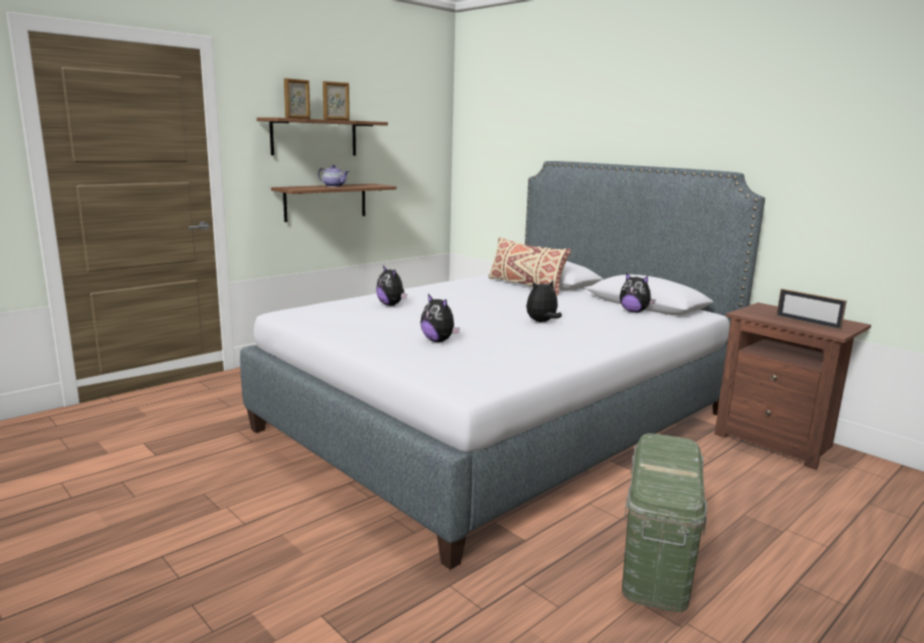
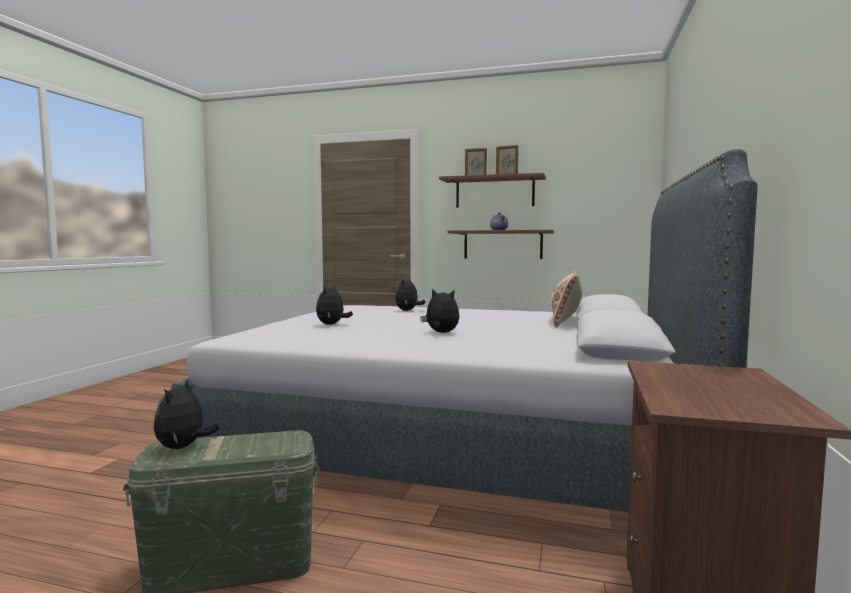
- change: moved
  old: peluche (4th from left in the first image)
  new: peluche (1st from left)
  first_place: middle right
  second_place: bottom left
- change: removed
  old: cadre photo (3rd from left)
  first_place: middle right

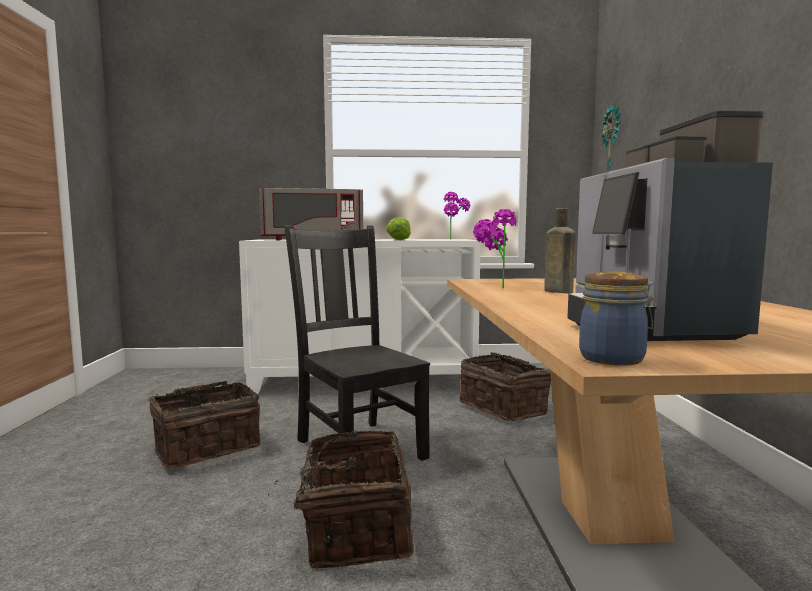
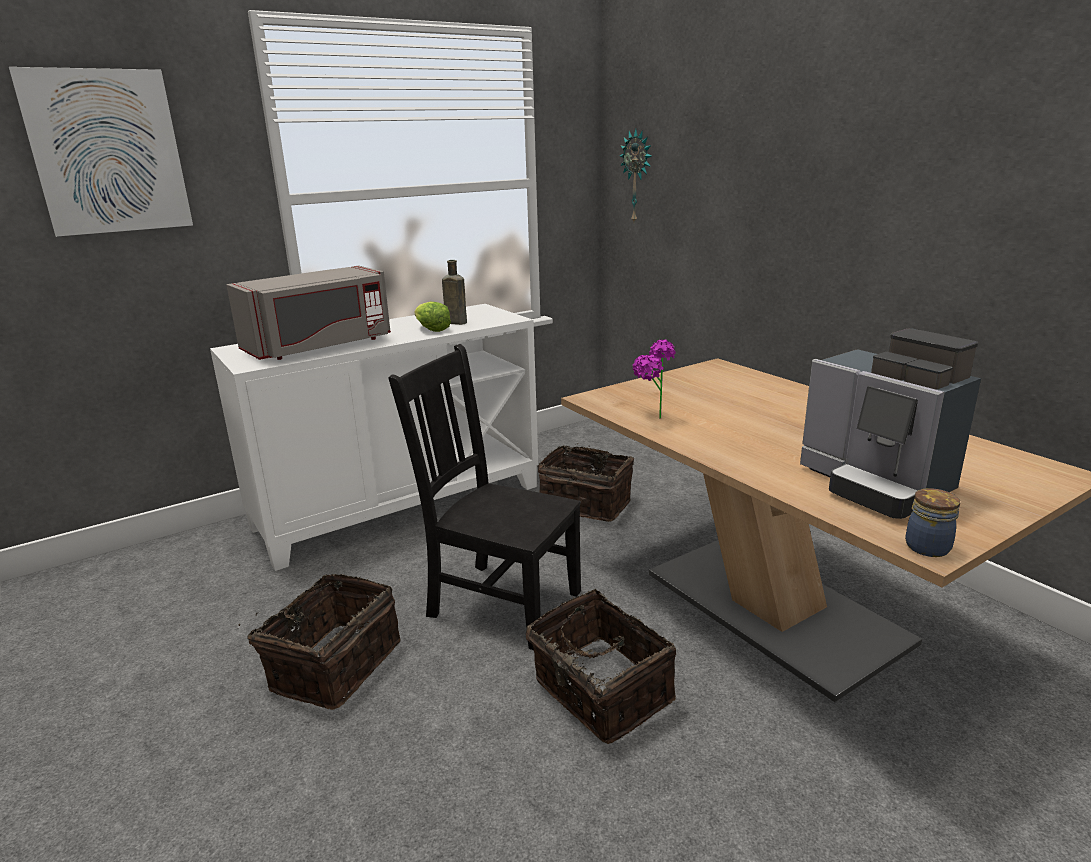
- change: removed
  old: plante en pot (1st from left)
  first_place: centre
- change: moved
  old: bouteille (marron)
  first_place: middle right
  second_place: centre
- change: added
  new: tableau
  second_place: top left

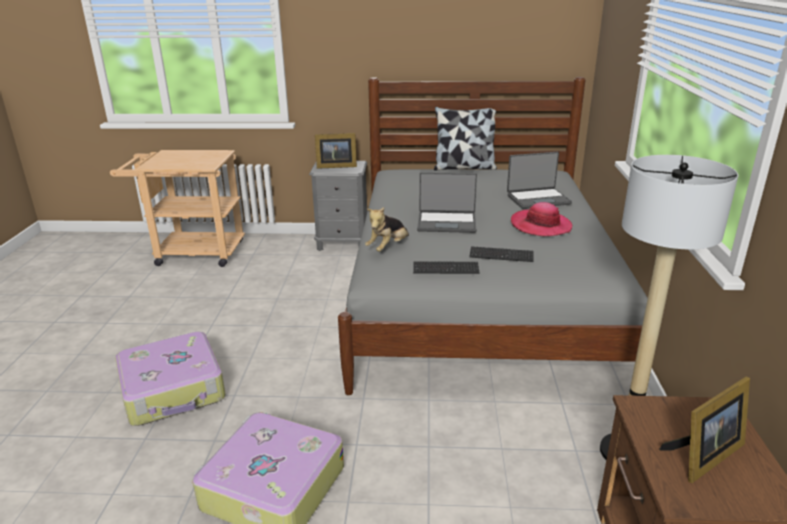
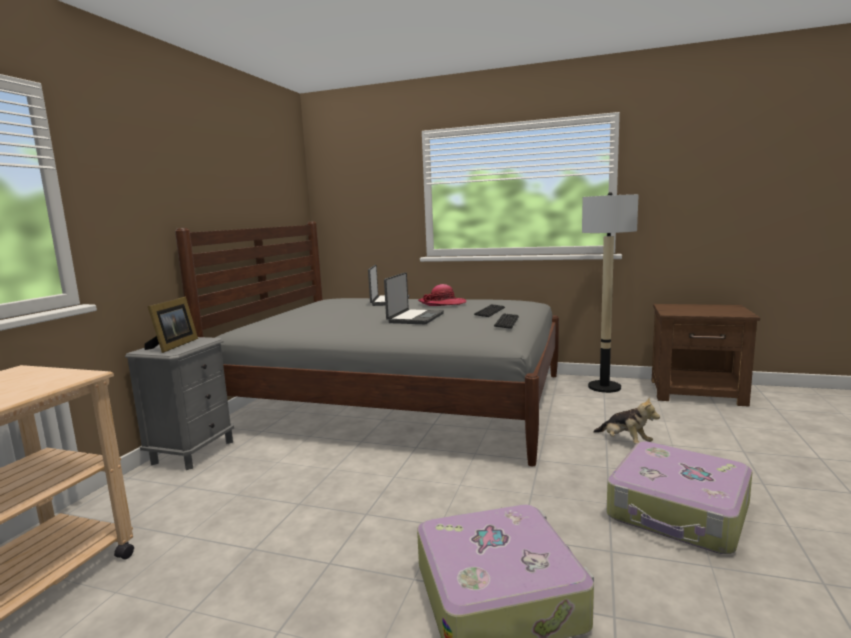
- change: removed
  old: coussin
  first_place: top centre
- change: moved
  old: peluche
  first_place: centre
  second_place: middle right
- change: removed
  old: cadre photo (2nd from left)
  first_place: bottom right

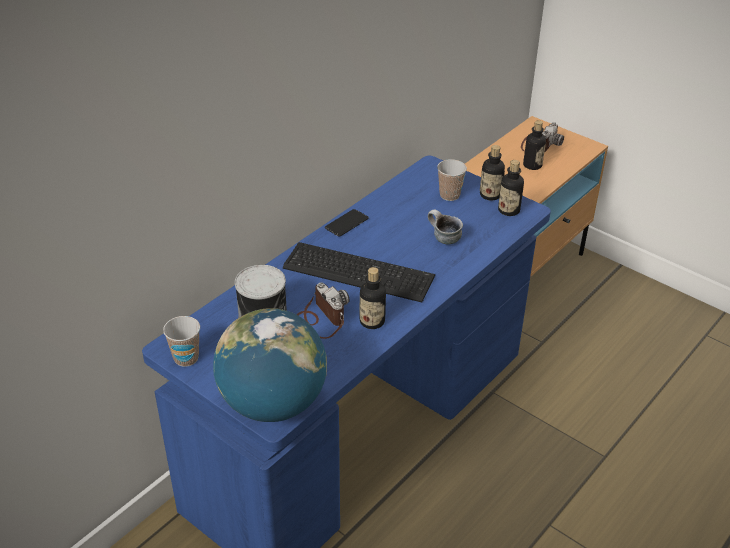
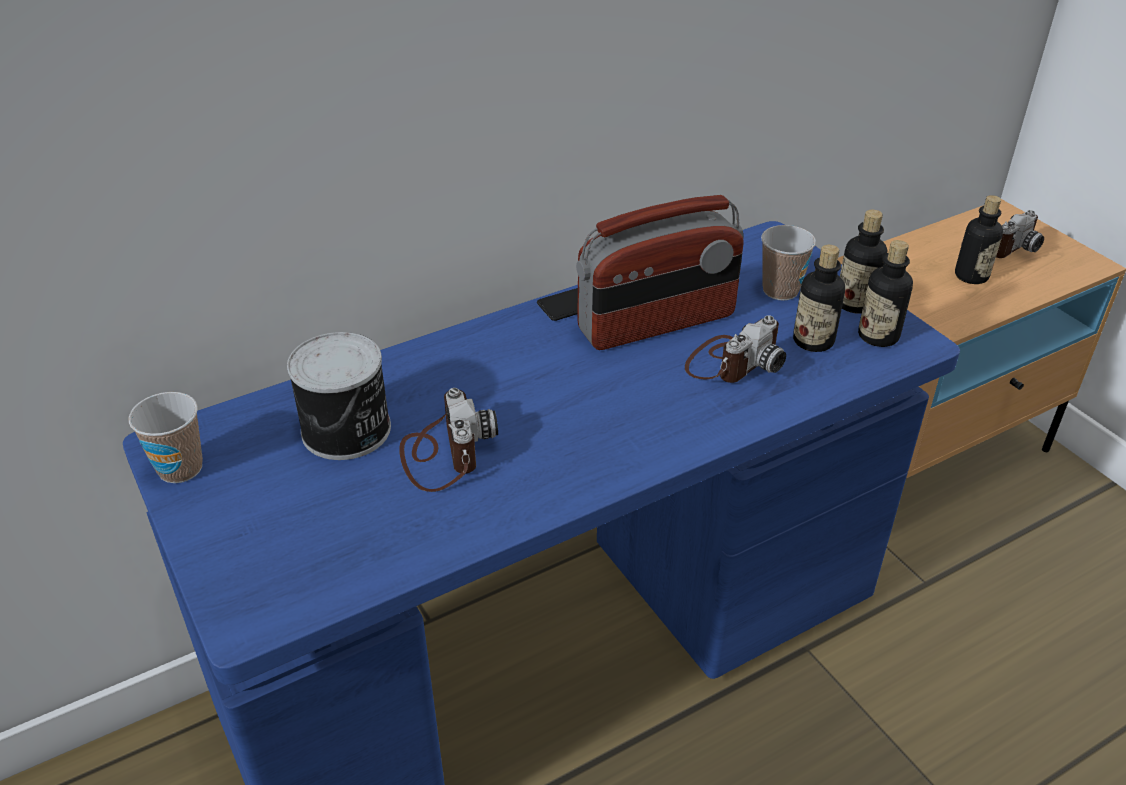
- change: replaced
  old: mug
  new: appareil photo (2nd from left)
  first_place: centre
  second_place: centre
- change: removed
  old: clavier
  first_place: centre
- change: moved
  old: bouteille (1st from left)
  first_place: centre
  second_place: middle right
- change: removed
  old: globe
  first_place: centre
- change: added
  new: radio
  second_place: centre

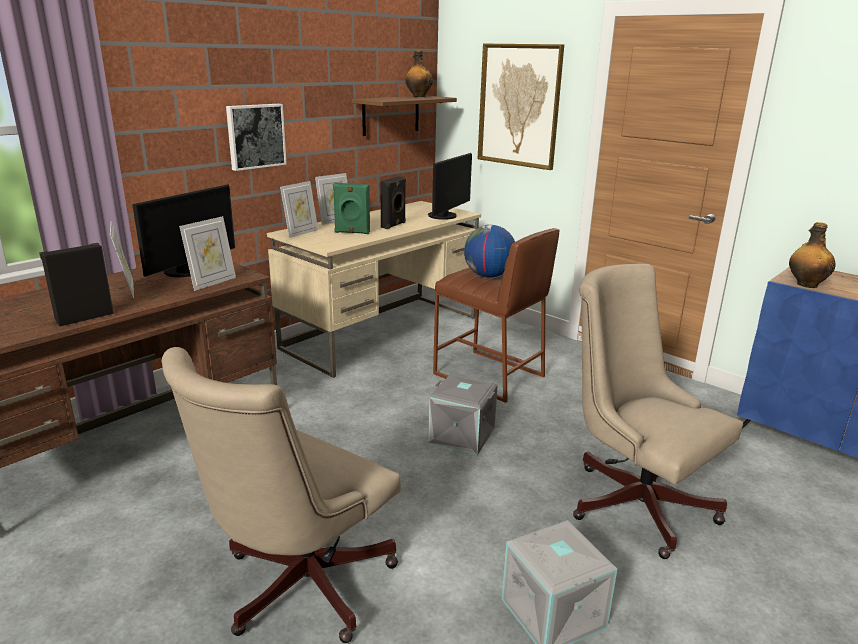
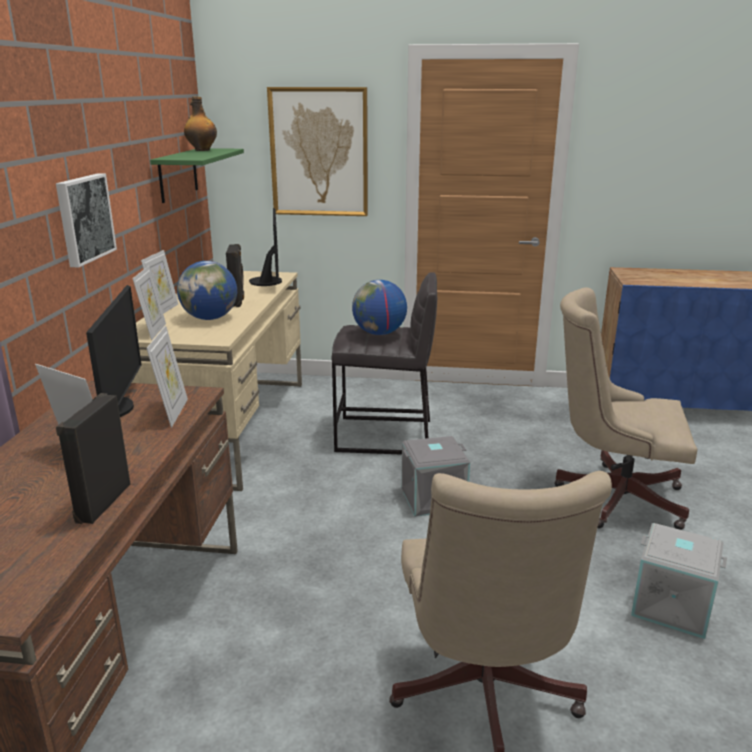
- change: recoloured
  old: étagère (marron)
  new: étagère (vert)
  first_place: top centre
  second_place: top left
- change: replaced
  old: enceinte (vert)
  new: globe (1st from left)
  first_place: top centre
  second_place: middle left
- change: removed
  old: bouteille (2nd from left)
  first_place: middle right
- change: recoloured
  old: tabouret (marron)
  new: tabouret (gris)
  first_place: centre
  second_place: centre

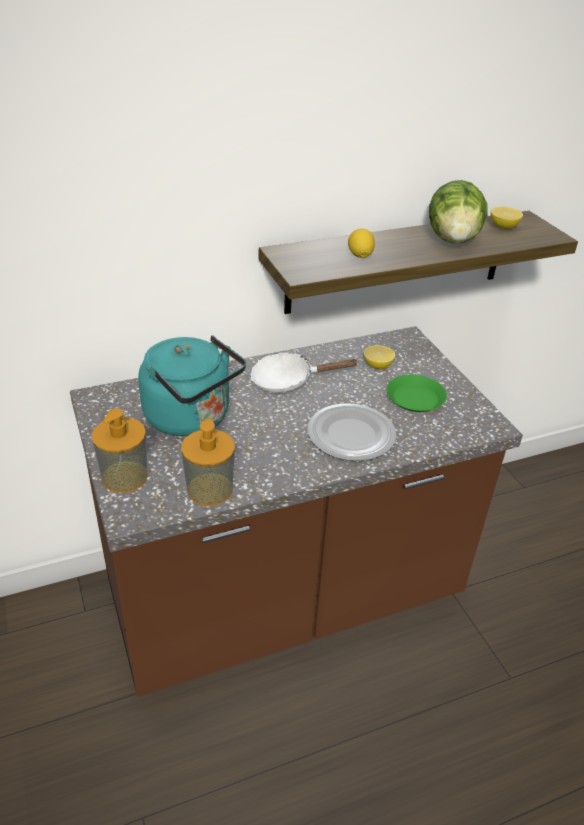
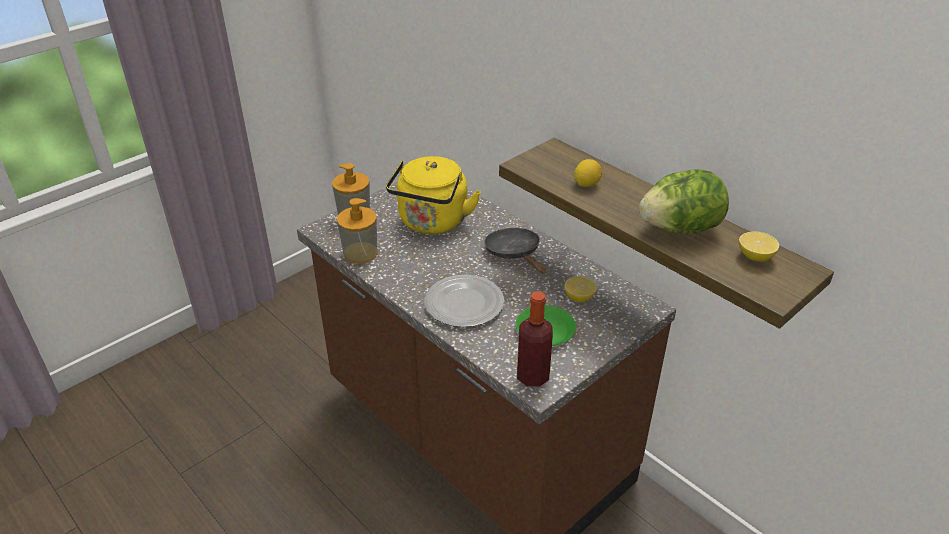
- change: recoloured
  old: bouilloire (turquoise)
  new: bouilloire (jaune)
  first_place: middle left
  second_place: centre
- change: recoloured
  old: poêle (blanc)
  new: poêle (noir)
  first_place: centre
  second_place: centre
- change: added
  new: bouteille
  second_place: centre

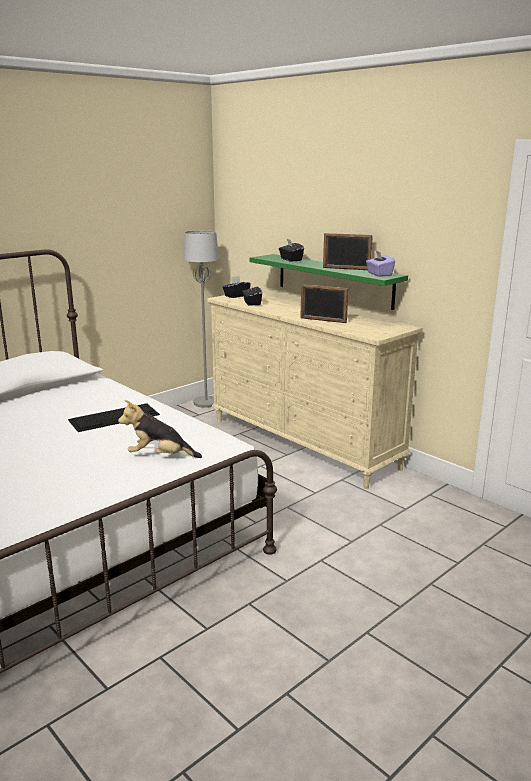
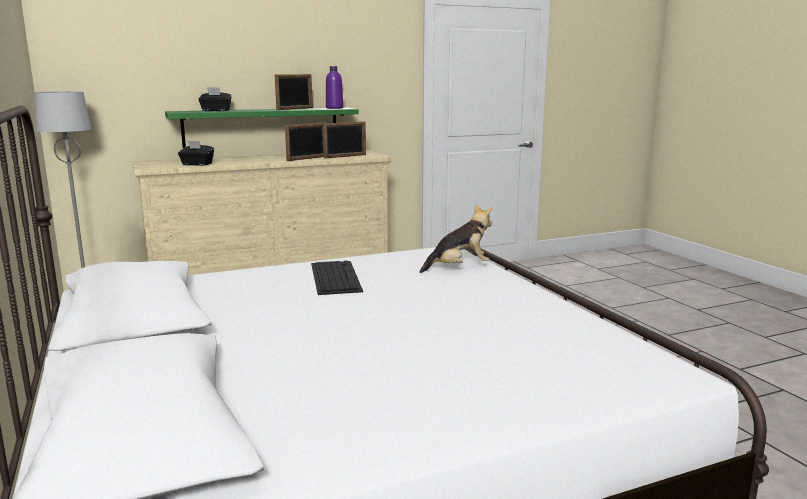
- change: replaced
  old: boîte à mouchoirs (violet)
  new: bouteille (violet)
  first_place: middle right
  second_place: top centre
- change: removed
  old: boîte à mouchoirs (noir) (1st from left)
  first_place: centre
- change: turned
  old: peluche
  first_place: middle left
  second_place: centre
  degrees: -135
- change: added
  new: cadre photo (3rd from left)
  second_place: top centre

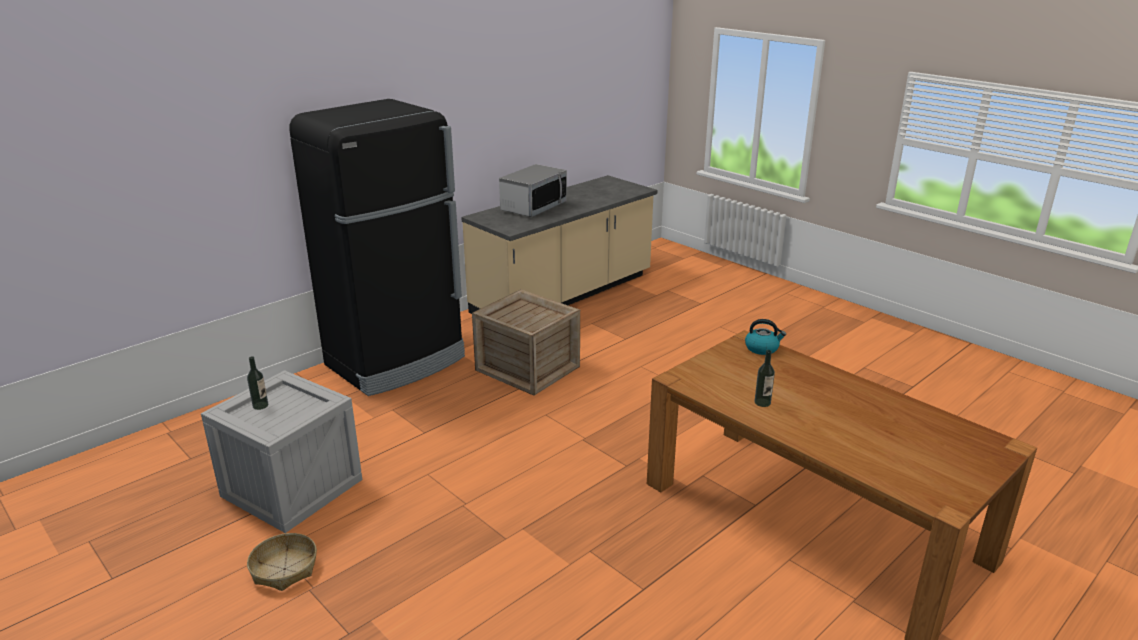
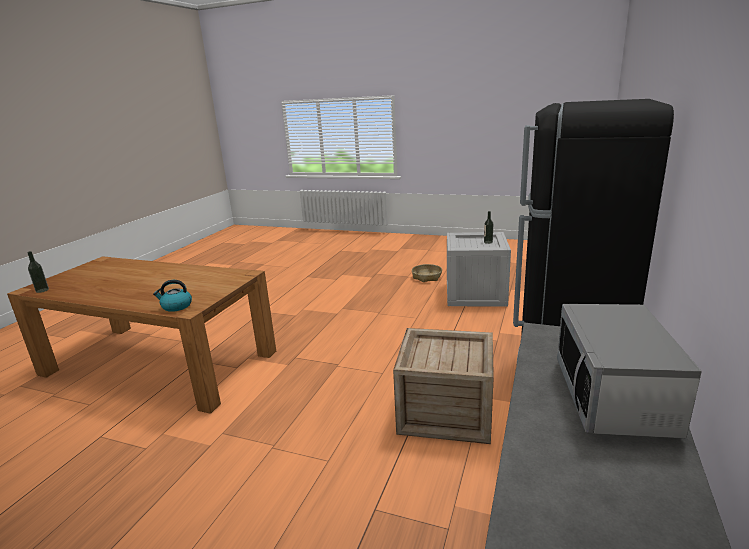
- change: moved
  old: bouteille (2nd from left in the first image)
  new: bouteille (1st from left)
  first_place: middle right
  second_place: middle left

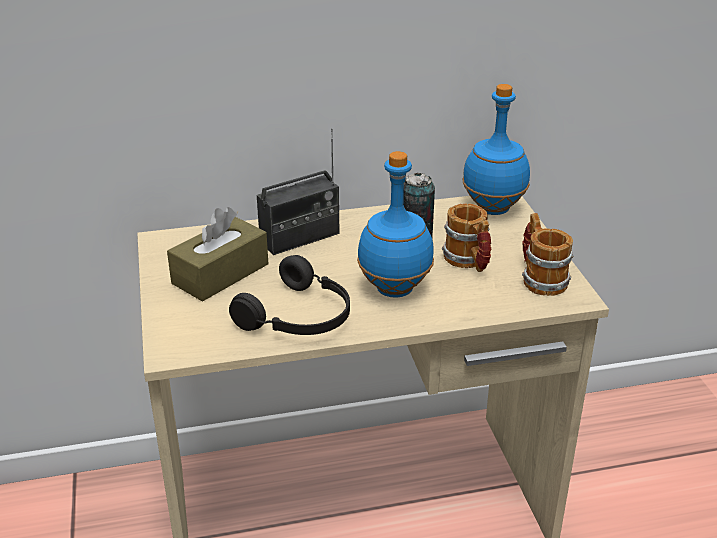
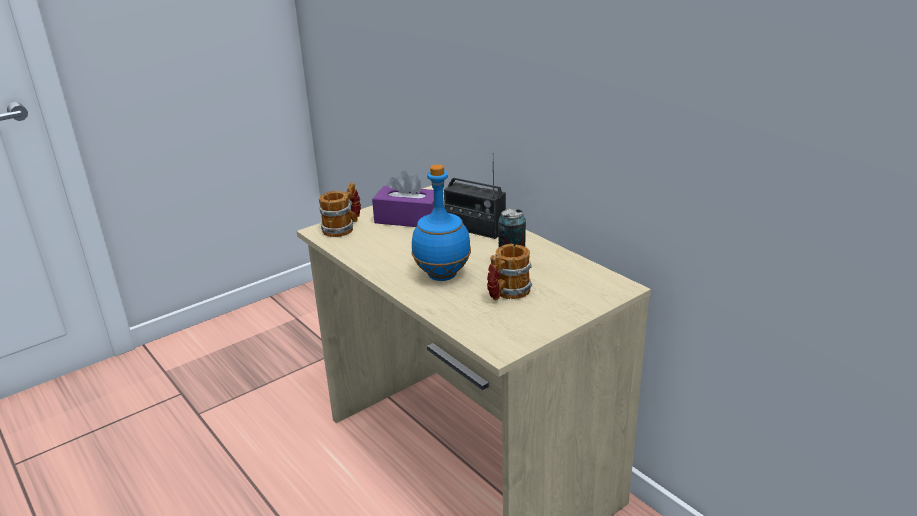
- change: removed
  old: bouteille (bleu) (2nd from left)
  first_place: top right
- change: recoloured
  old: boîte à mouchoirs (marron)
  new: boîte à mouchoirs (violet)
  first_place: middle left
  second_place: centre
- change: moved
  old: mug (2nd from left in the first image)
  new: mug (1st from left)
  first_place: middle right
  second_place: centre
- change: removed
  old: casque audio (noir)
  first_place: centre

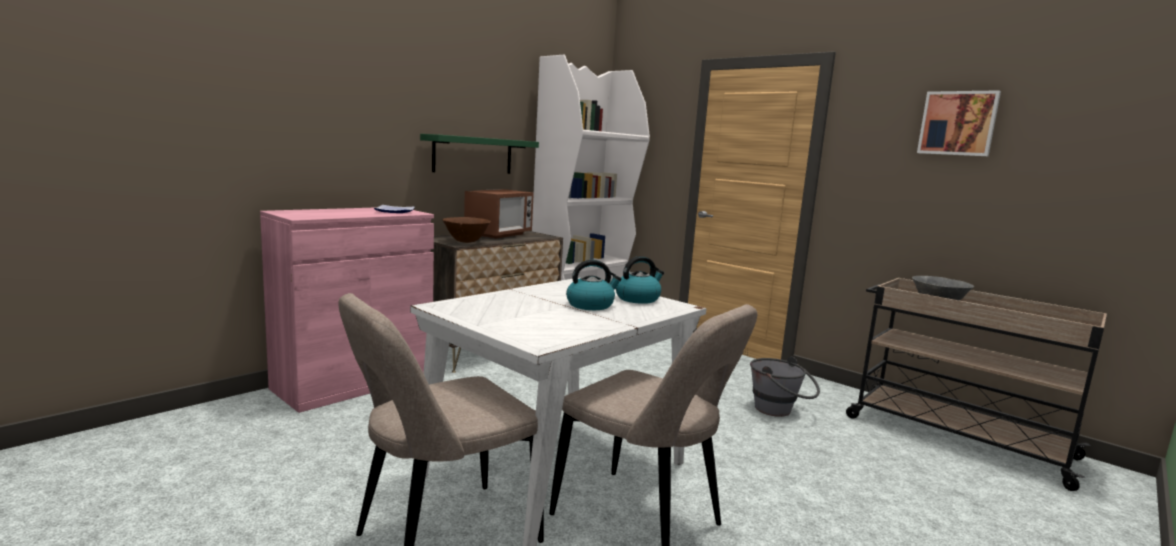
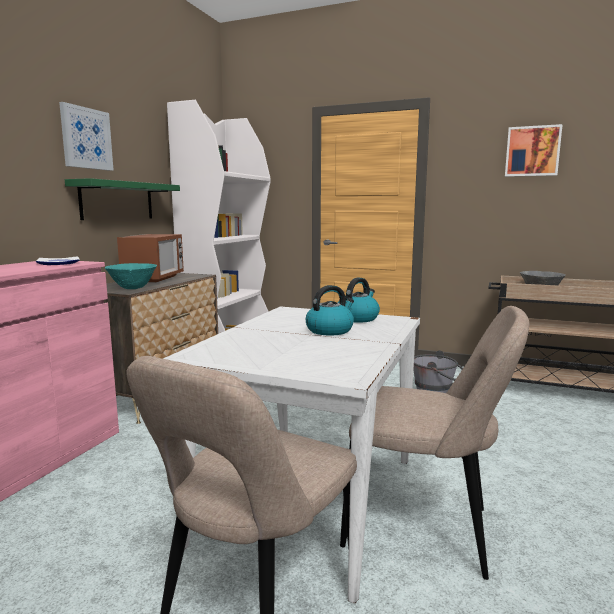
- change: recoloured
  old: bol (marron)
  new: bol (turquoise)
  first_place: centre
  second_place: middle left
- change: added
  new: tableau (1st from left)
  second_place: top left

